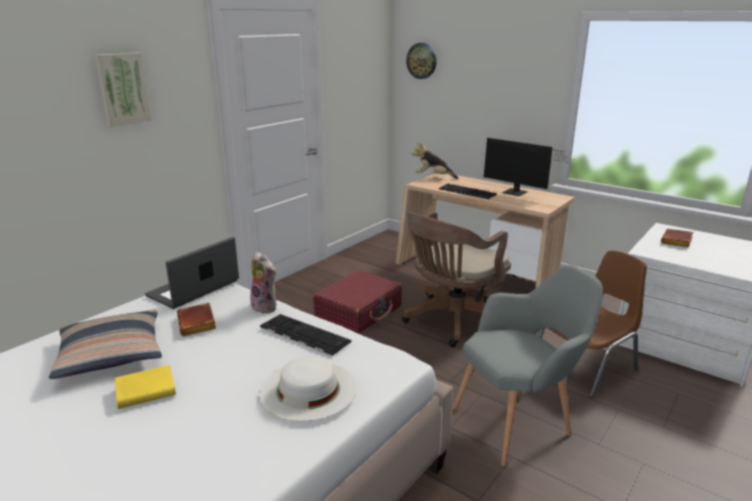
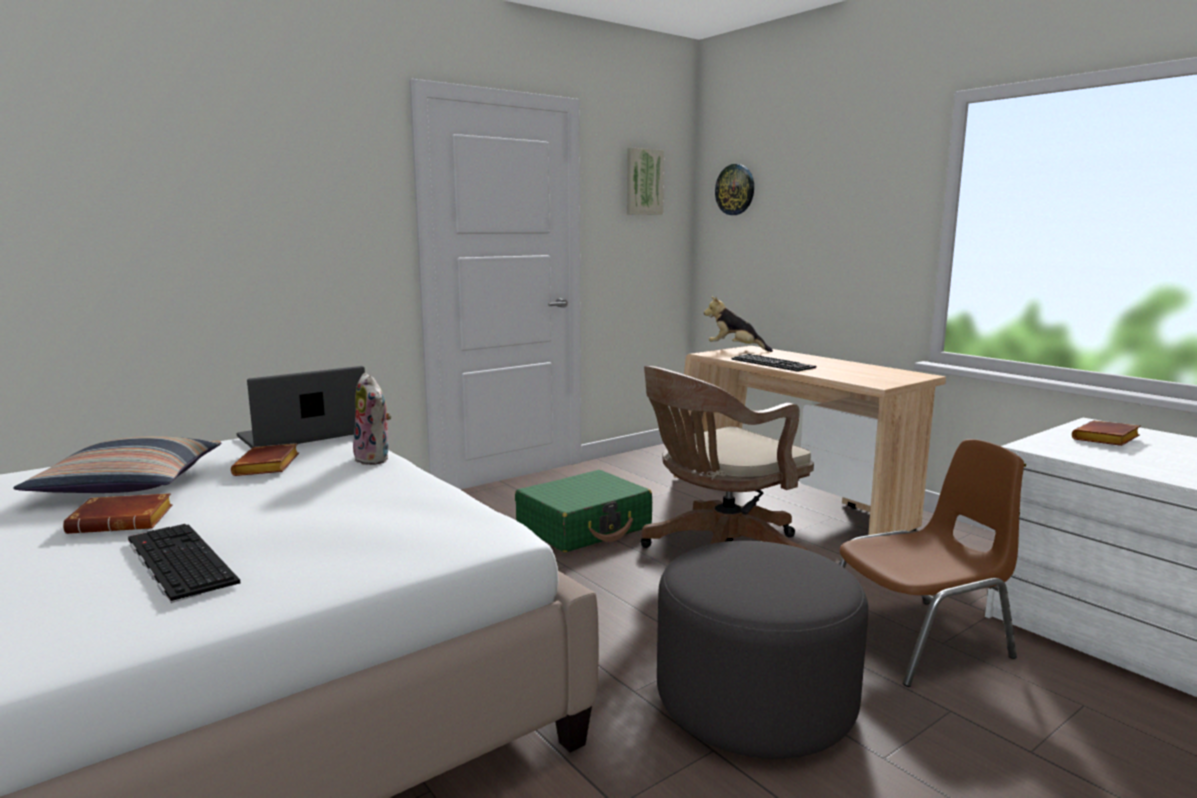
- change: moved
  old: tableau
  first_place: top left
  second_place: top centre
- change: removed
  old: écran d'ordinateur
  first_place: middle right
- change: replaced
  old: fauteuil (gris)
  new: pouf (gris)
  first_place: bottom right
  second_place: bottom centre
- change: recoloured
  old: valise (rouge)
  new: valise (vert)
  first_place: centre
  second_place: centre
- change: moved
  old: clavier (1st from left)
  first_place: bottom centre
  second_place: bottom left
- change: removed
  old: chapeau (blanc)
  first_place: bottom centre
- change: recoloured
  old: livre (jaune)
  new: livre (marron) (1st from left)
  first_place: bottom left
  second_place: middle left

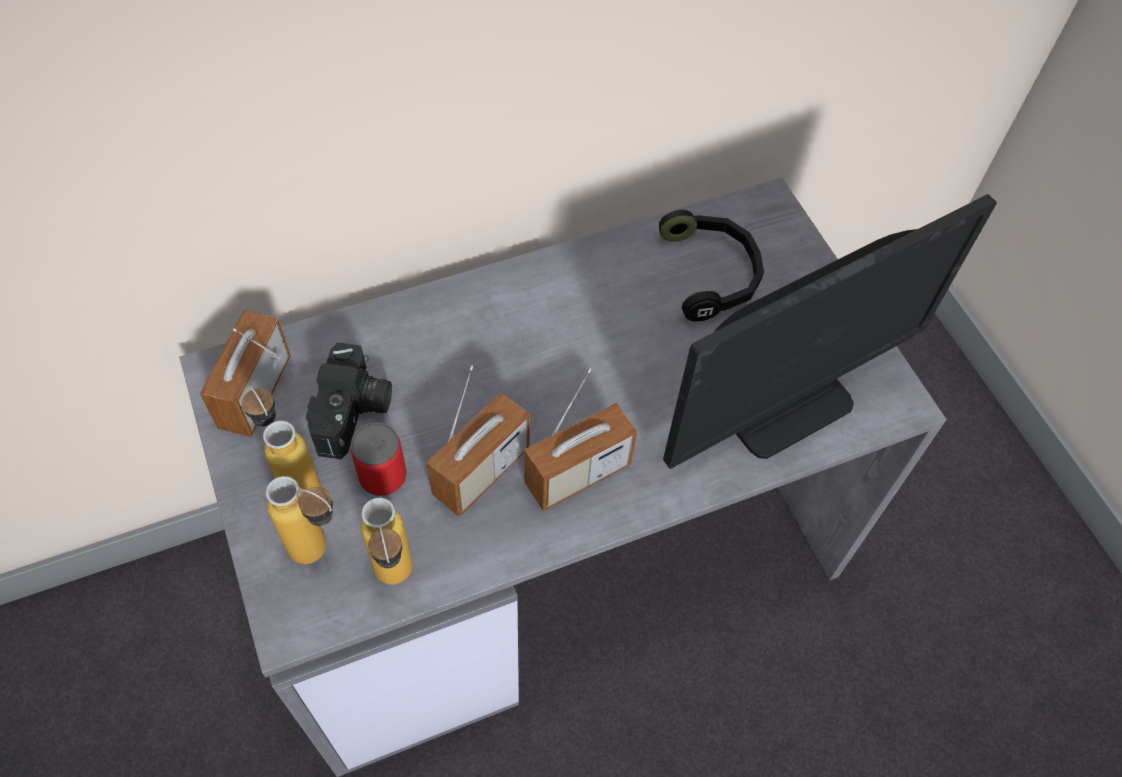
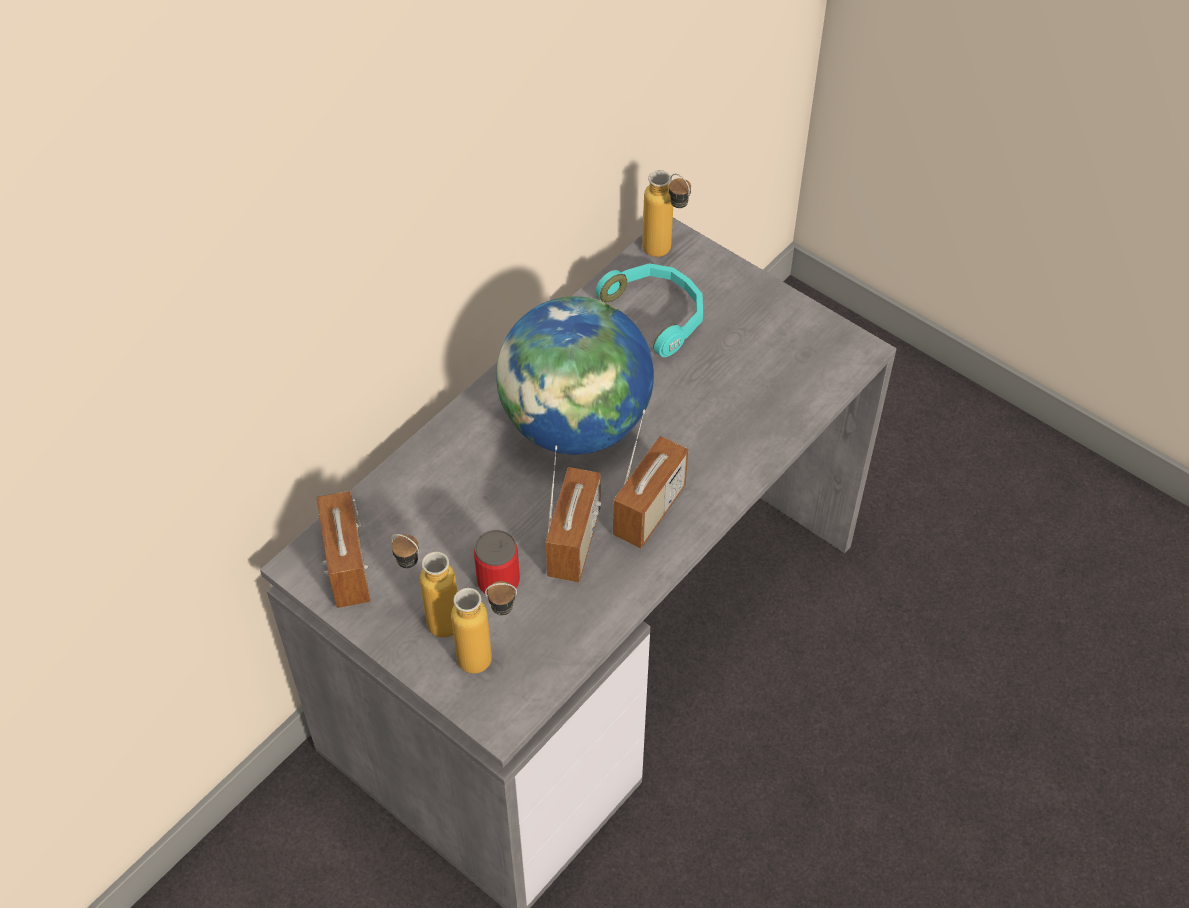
- change: removed
  old: écran d'ordinateur
  first_place: middle right
- change: recoloured
  old: casque audio (noir)
  new: casque audio (turquoise)
  first_place: centre
  second_place: centre
- change: removed
  old: appareil photo
  first_place: middle left
- change: moved
  old: bouteille (3rd from left)
  first_place: bottom centre
  second_place: top centre
- change: added
  new: globe
  second_place: centre

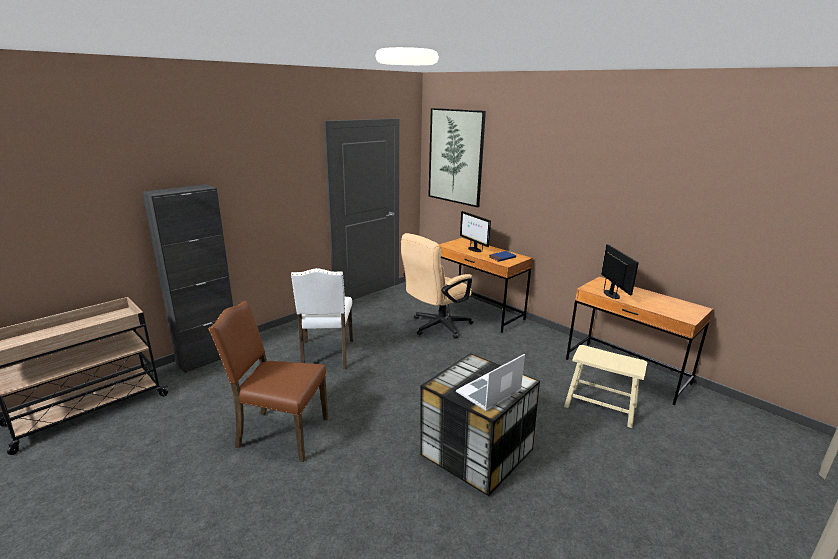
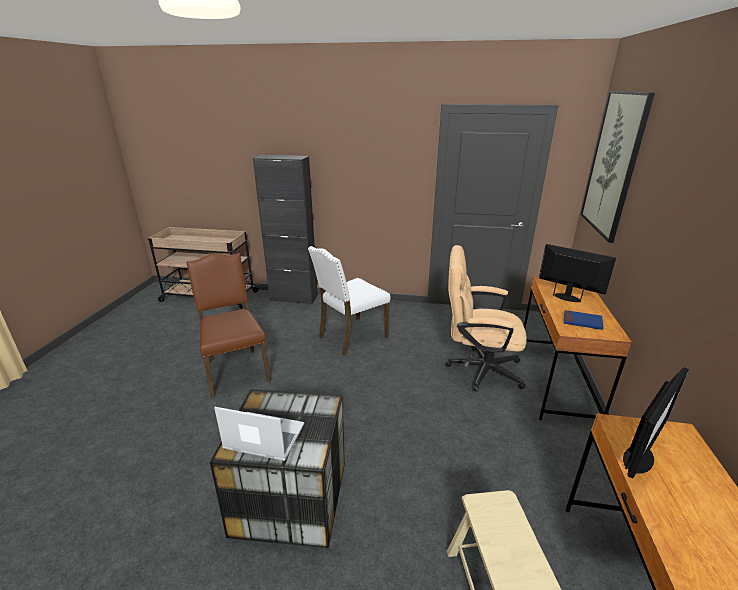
- change: turned
  old: écran d'ordinateur (1st from left)
  first_place: centre
  second_place: middle right
  degrees: 105

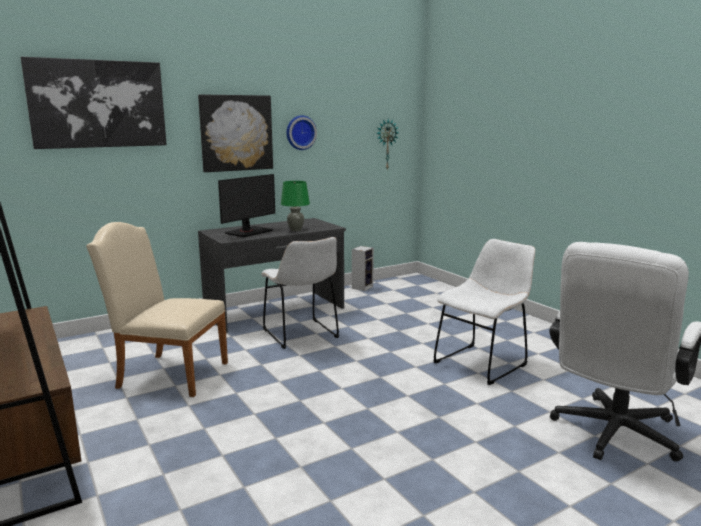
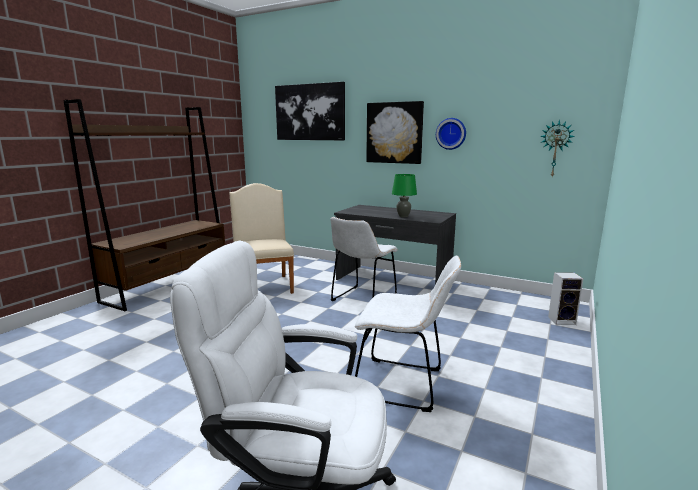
- change: removed
  old: écran d'ordinateur
  first_place: centre
- change: moved
  old: enceinte
  first_place: centre
  second_place: middle right

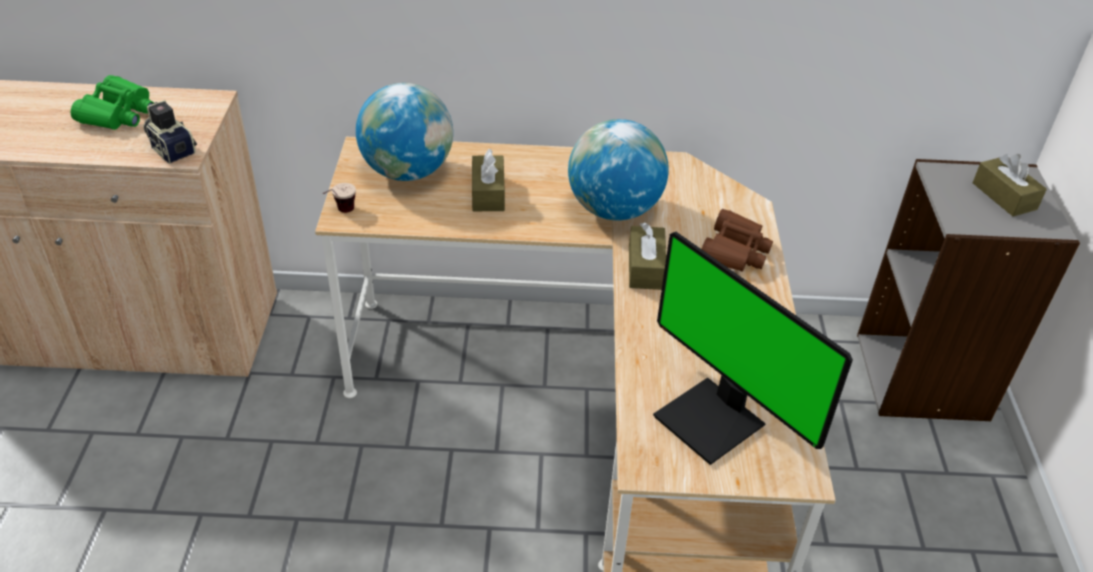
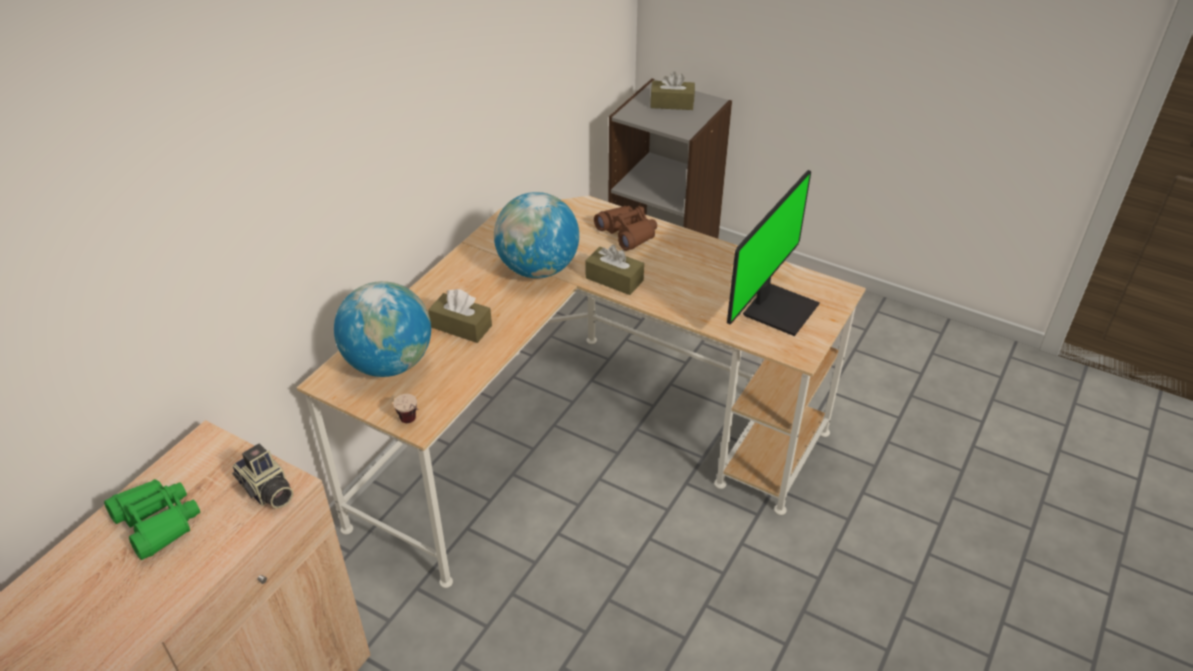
- change: turned
  old: appareil photo
  first_place: top left
  second_place: bottom left
  degrees: -120
- change: turned
  old: écran d'ordinateur
  first_place: middle right
  second_place: centre
  degrees: -45

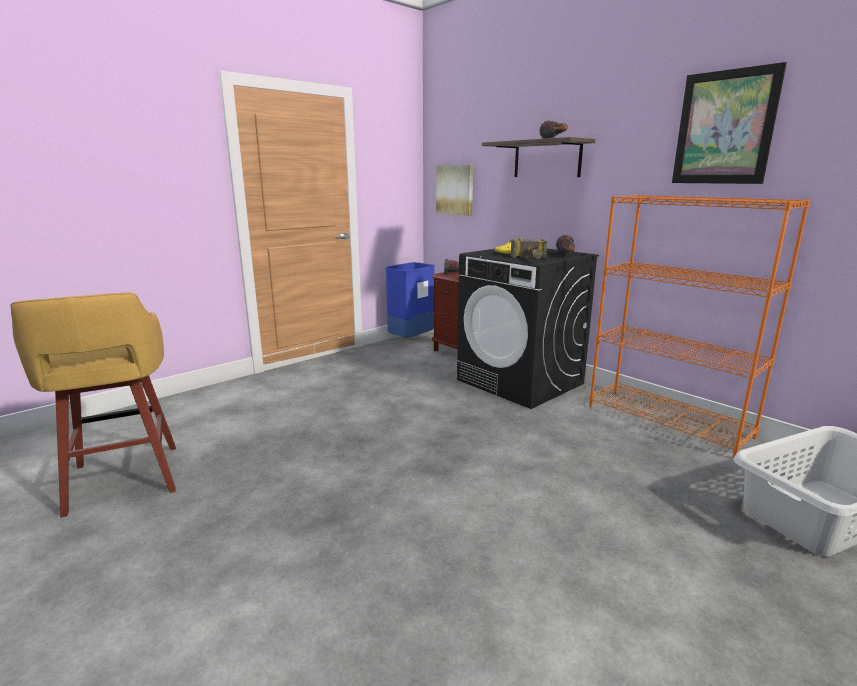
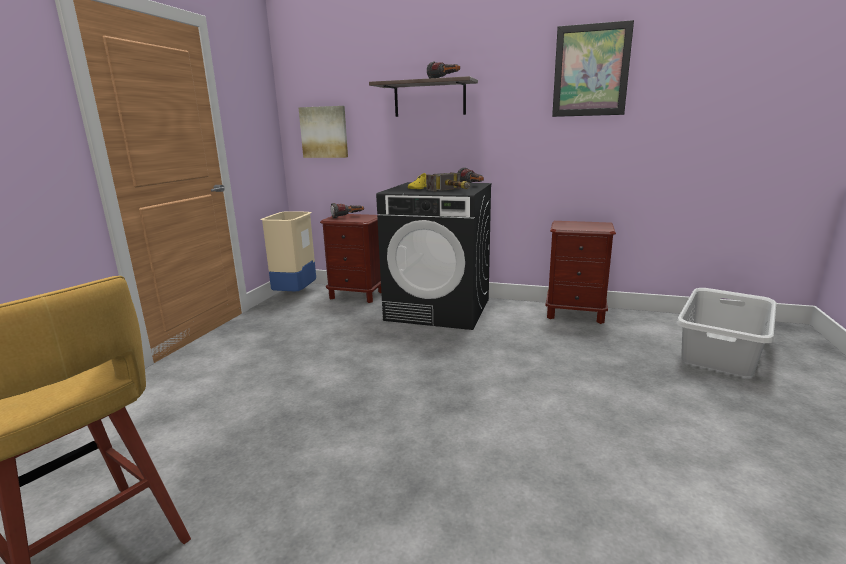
- change: replaced
  old: bibliothèque (orange)
  new: table de chevet (marron) (2nd from left)
  first_place: middle right
  second_place: middle right
- change: recoloured
  old: poubelle (bleu)
  new: poubelle (beige)
  first_place: centre
  second_place: centre

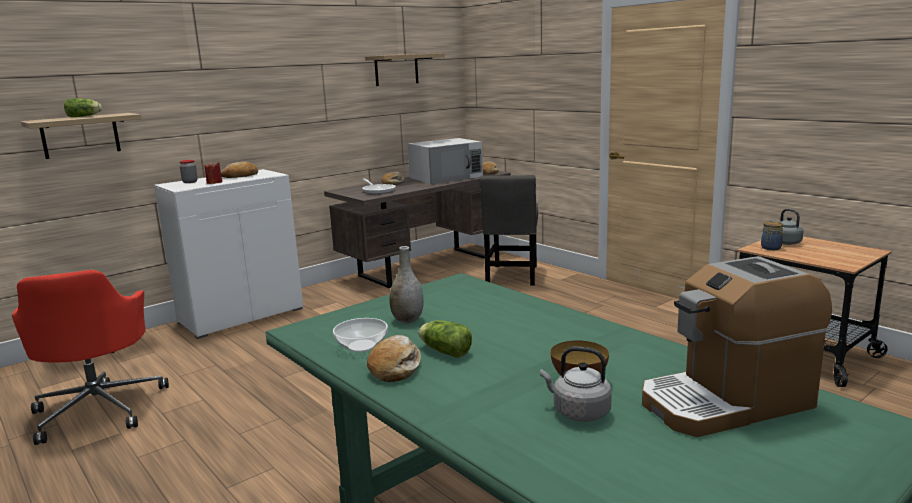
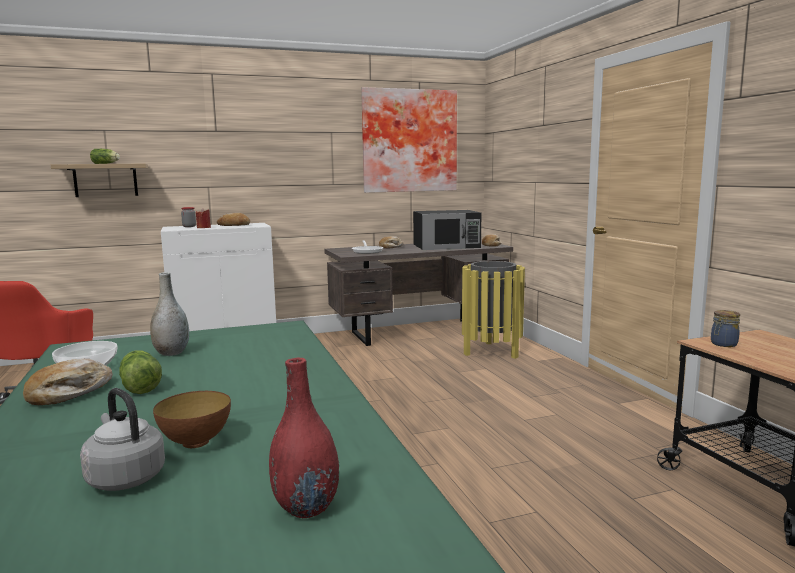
- change: replaced
  old: étagère (2nd from left)
  new: tableau
  first_place: top centre
  second_place: top centre
- change: recoloured
  old: micro-ondes (blanc)
  new: micro-ondes (noir)
  first_place: top centre
  second_place: centre
- change: replaced
  old: chaise (gris)
  new: poubelle (jaune)
  first_place: centre
  second_place: centre
- change: removed
  old: bouilloire (gris) (2nd from left)
  first_place: middle right
- change: replaced
  old: machine à café
  new: vase (rouge)
  first_place: bottom right
  second_place: bottom centre

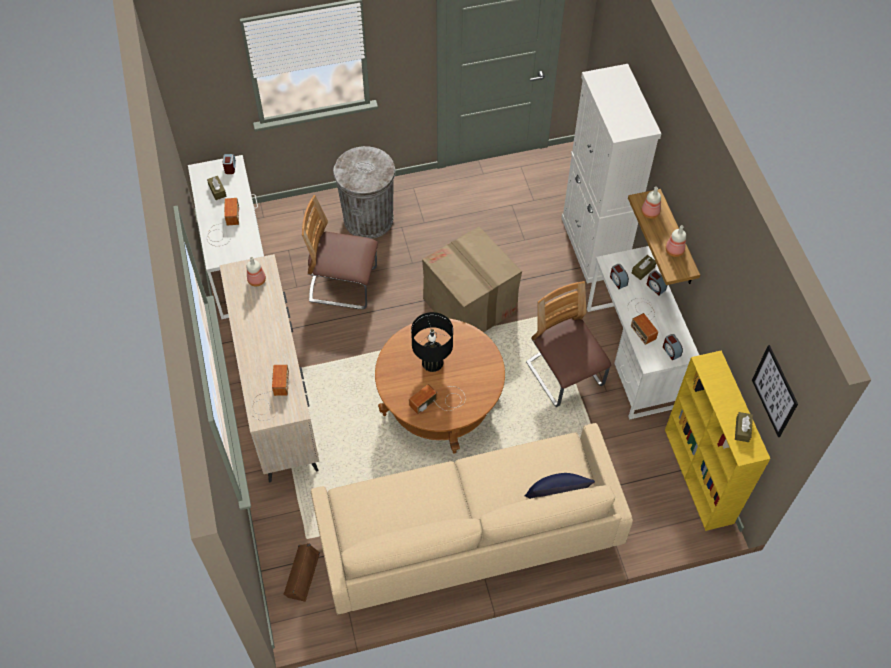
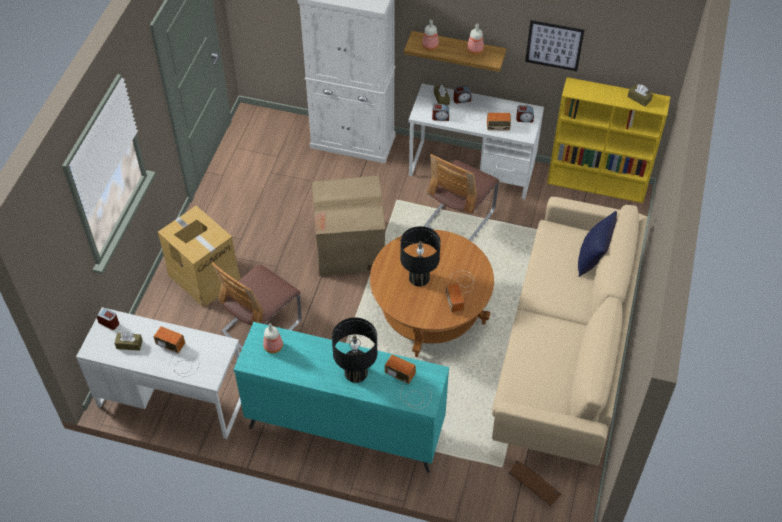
- change: replaced
  old: poubelle (gris)
  new: carton (1st from left)
  first_place: top centre
  second_place: middle left
- change: recoloured
  old: commode (beige)
  new: commode (turquoise)
  first_place: middle left
  second_place: bottom centre
- change: turned
  old: chaise (2nd from left)
  first_place: centre
  second_place: centre
  degrees: -60
- change: moved
  old: tableau
  first_place: middle right
  second_place: top right
- change: added
  new: lampe de table (noir) (1st from left)
  second_place: bottom centre

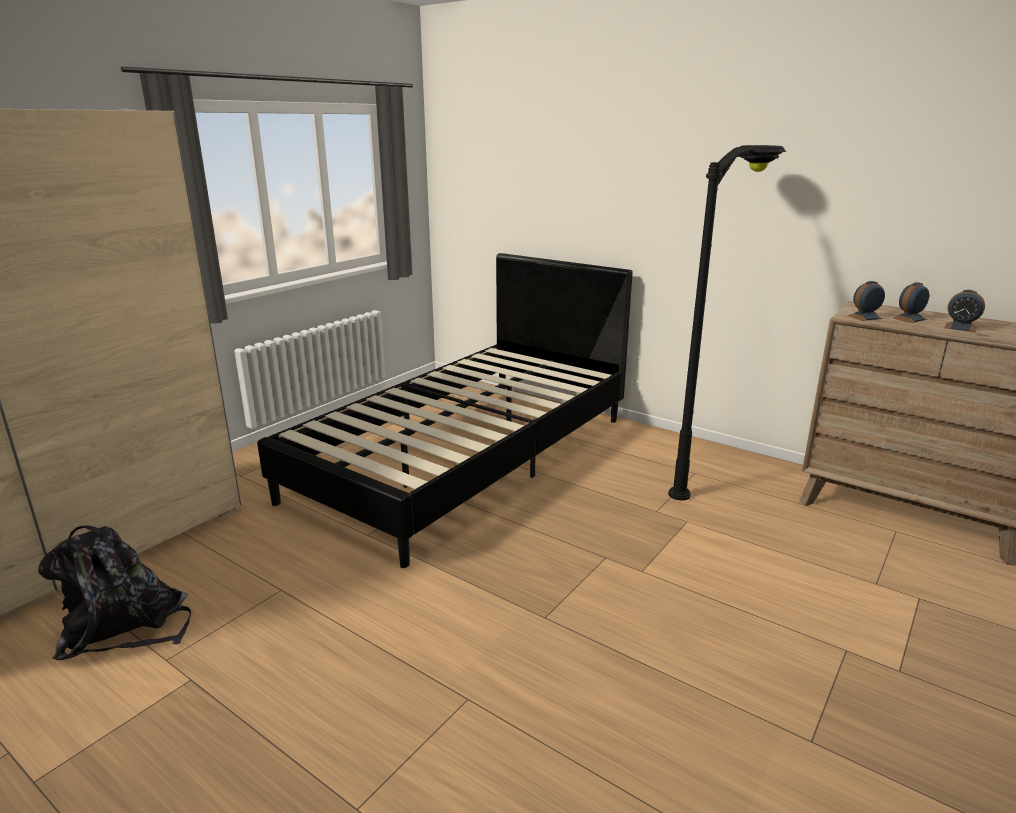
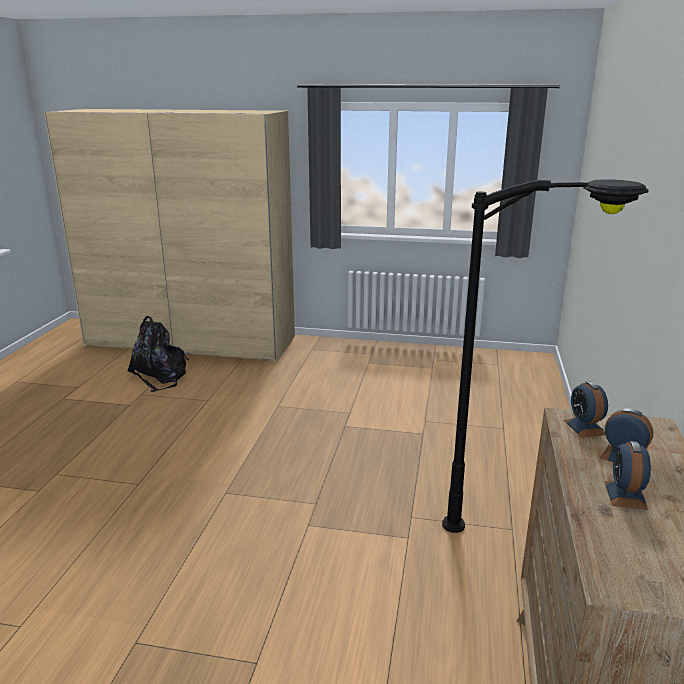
- change: removed
  old: lit (noir)
  first_place: centre
- change: turned
  old: réveil (1st from left)
  first_place: middle right
  second_place: middle right
  degrees: -150

